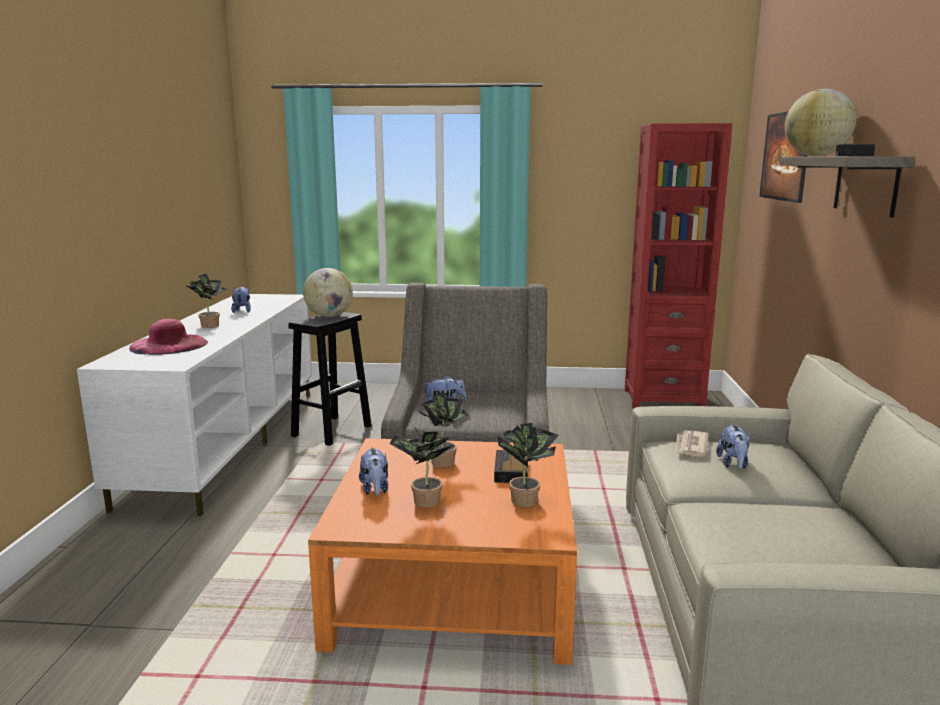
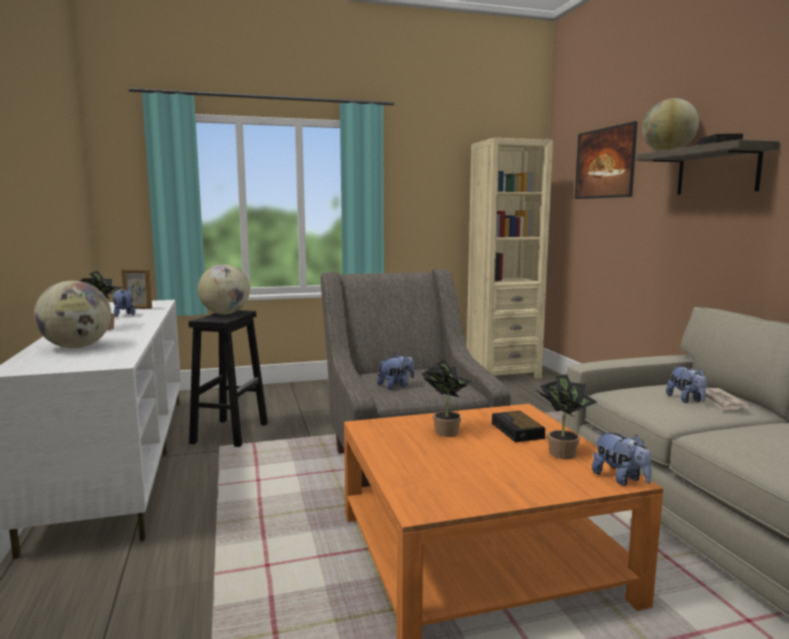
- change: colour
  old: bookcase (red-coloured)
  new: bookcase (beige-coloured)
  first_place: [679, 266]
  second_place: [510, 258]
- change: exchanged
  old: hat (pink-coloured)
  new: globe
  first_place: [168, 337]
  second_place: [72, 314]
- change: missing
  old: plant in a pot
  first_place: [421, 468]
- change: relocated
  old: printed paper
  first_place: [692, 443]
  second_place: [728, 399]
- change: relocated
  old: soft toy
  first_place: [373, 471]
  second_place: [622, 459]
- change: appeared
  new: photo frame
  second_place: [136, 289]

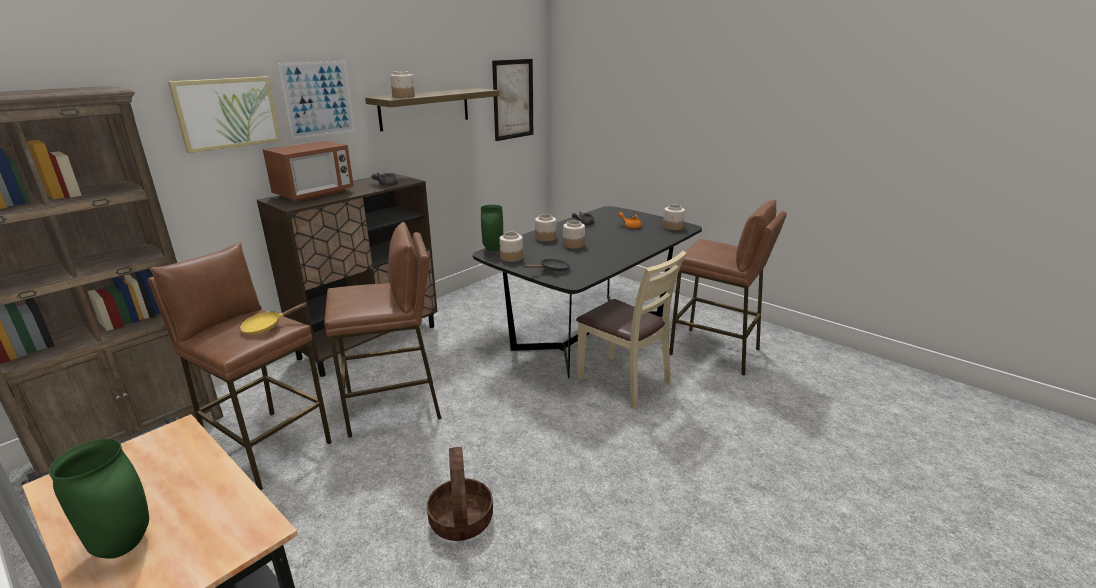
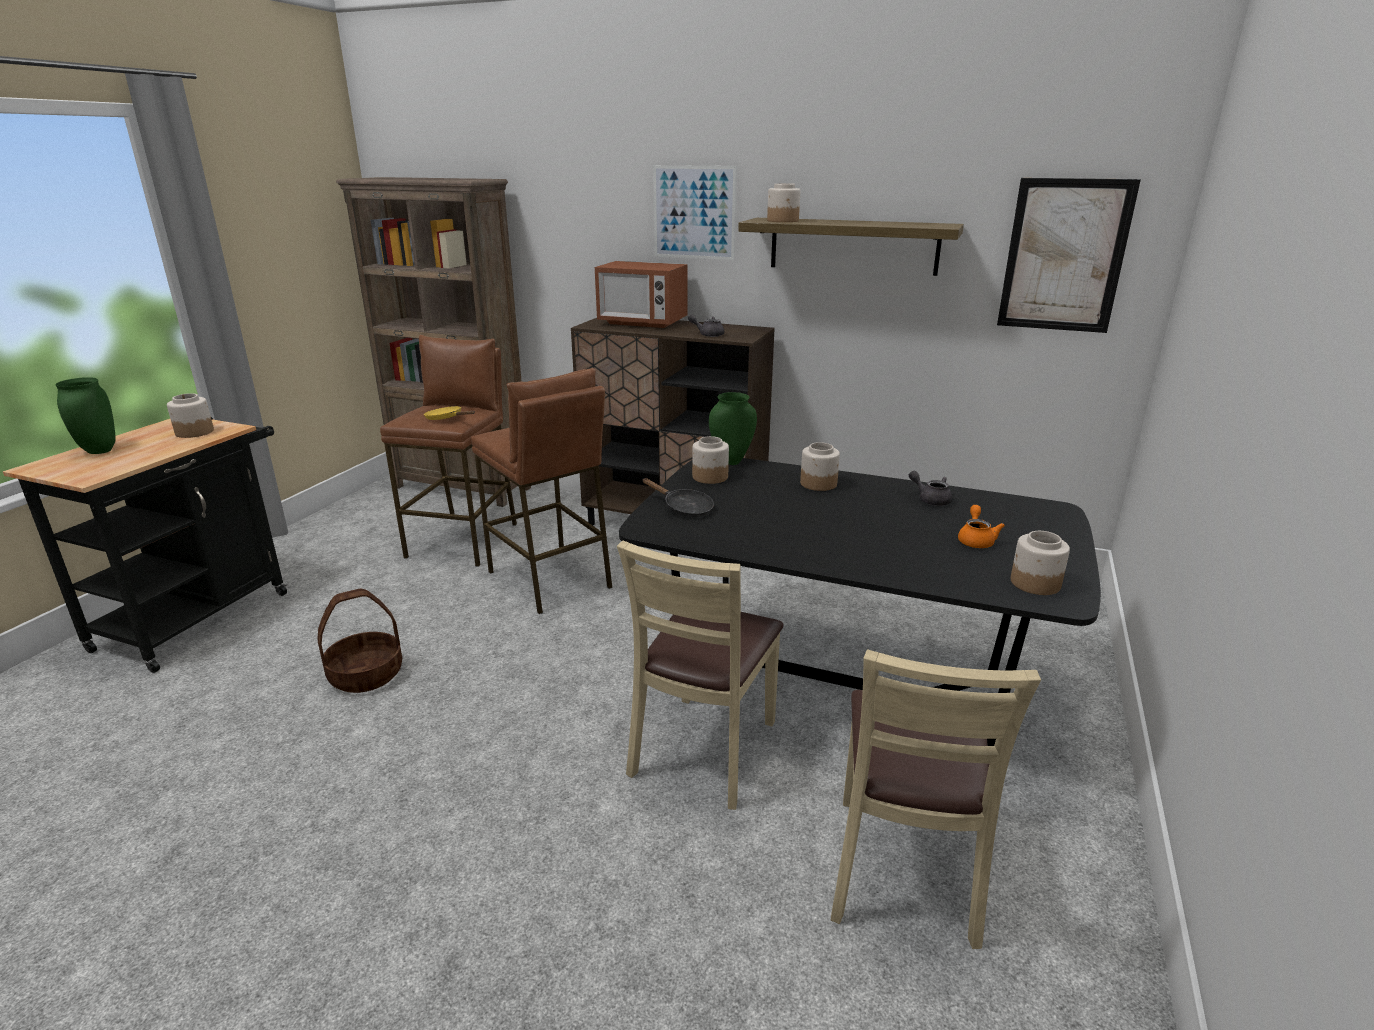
- change: missing
  old: picture
  first_place: [224, 114]
- change: exchanged
  old: stool seat (brown-coloured)
  new: chair (beige-coloured)
  first_place: [728, 287]
  second_place: [936, 799]
- change: relocated
  old: jar
  first_place: [574, 234]
  second_place: [190, 415]

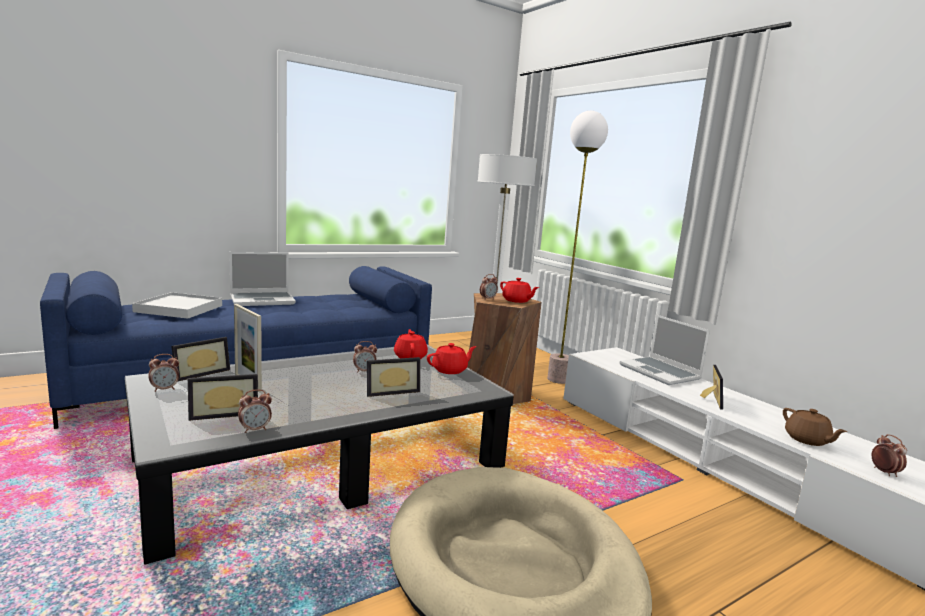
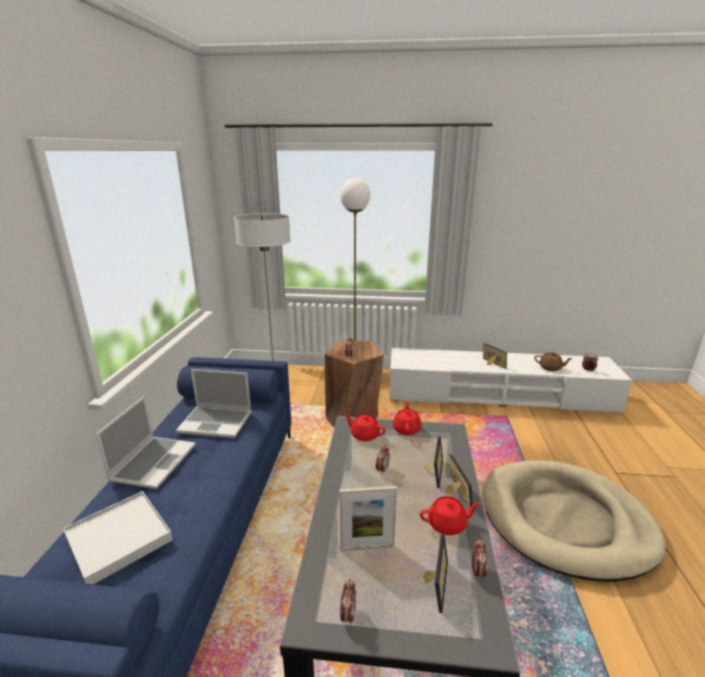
- change: relocated
  old: pot for tea (red-coloured)
  first_place: [519, 290]
  second_place: [450, 515]
- change: relocated
  old: notebook computer
  first_place: [665, 350]
  second_place: [214, 403]
- change: relocated
  old: photo frame
  first_place: [200, 359]
  second_place: [459, 481]

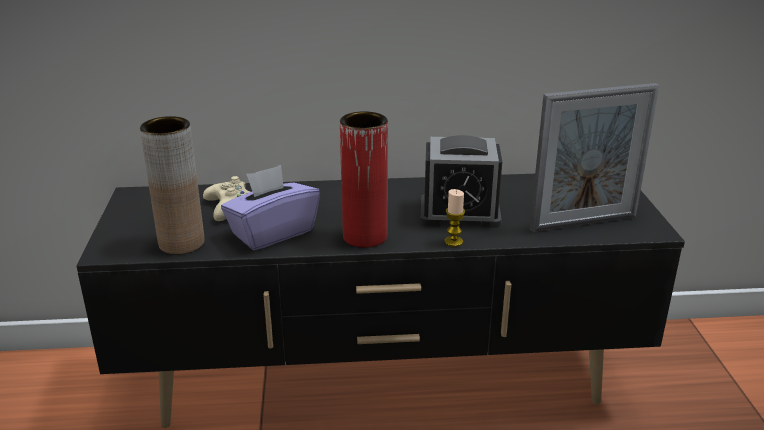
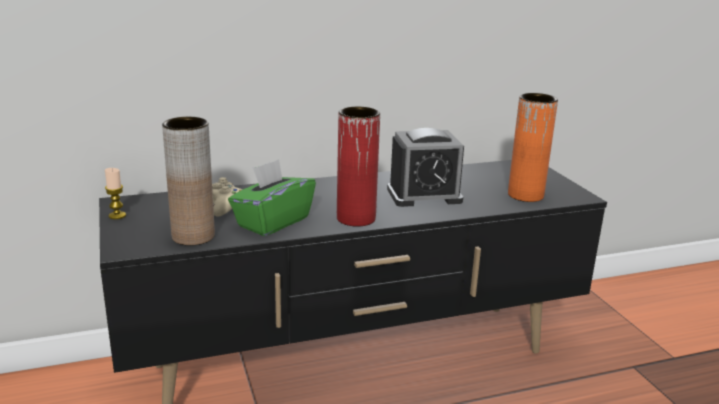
- change: exchanged
  old: photo frame
  new: vase (orange)
  first_place: [594, 157]
  second_place: [533, 147]
- change: colour
  old: tissue box (purple-coloured)
  new: tissue box (green-coloured)
  first_place: [270, 207]
  second_place: [272, 197]
- change: relocated
  old: candle
  first_place: [455, 218]
  second_place: [115, 193]

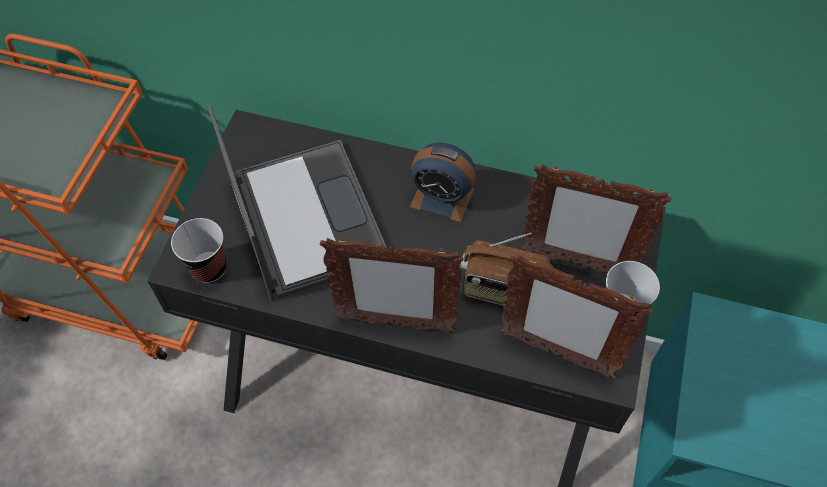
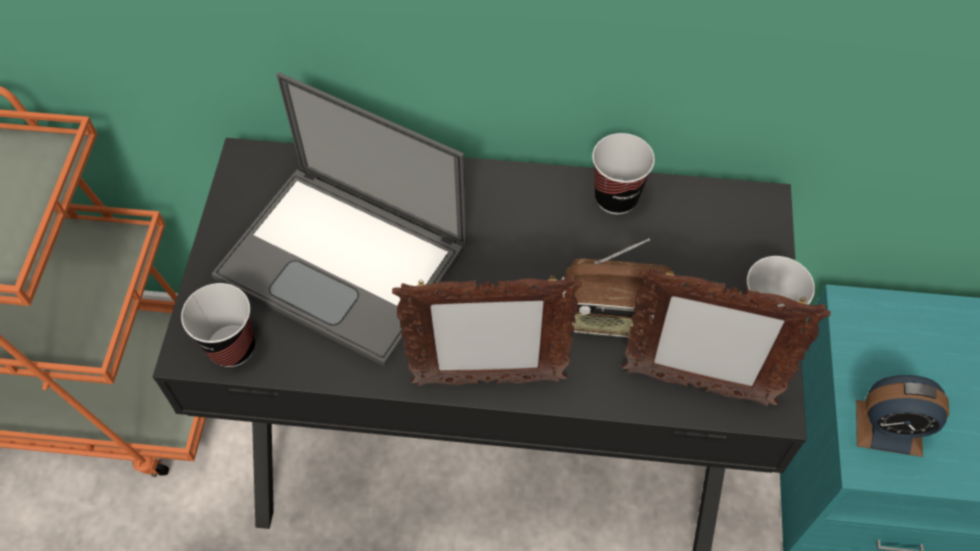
- change: spun
  old: notebook computer
  first_place: [297, 202]
  second_place: [339, 219]
  degrees: 150
- change: relocated
  old: bedside clock
  first_place: [443, 183]
  second_place: [902, 416]
- change: missing
  old: photo frame
  first_place: [596, 218]
- change: appeared
  new: small cup
  second_place: [623, 173]

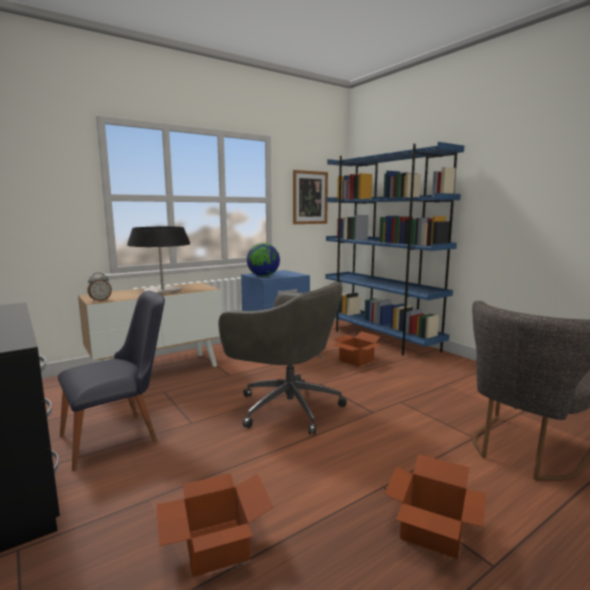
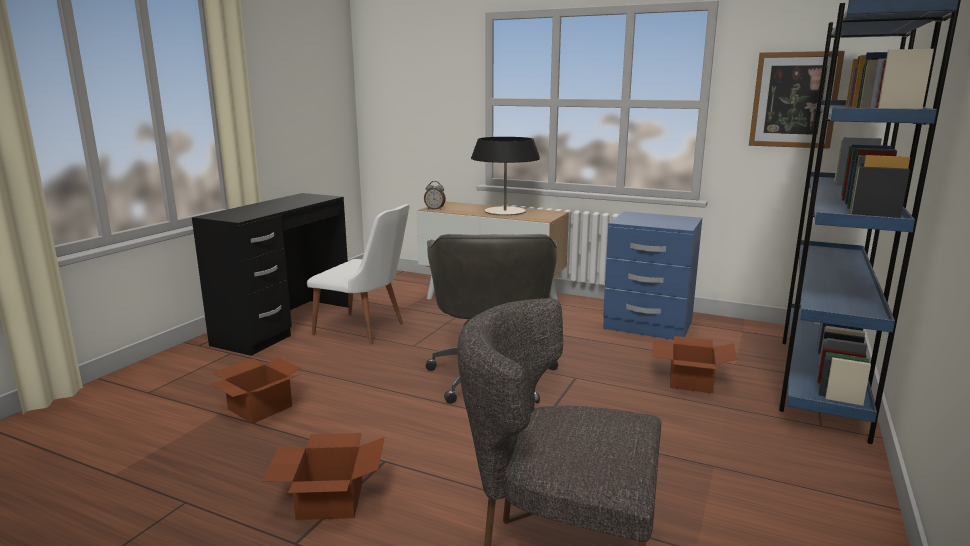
- change: missing
  old: globe
  first_place: [263, 260]
- change: colour
  old: chair (blackish)
  new: chair (white)
  first_place: [111, 381]
  second_place: [358, 274]

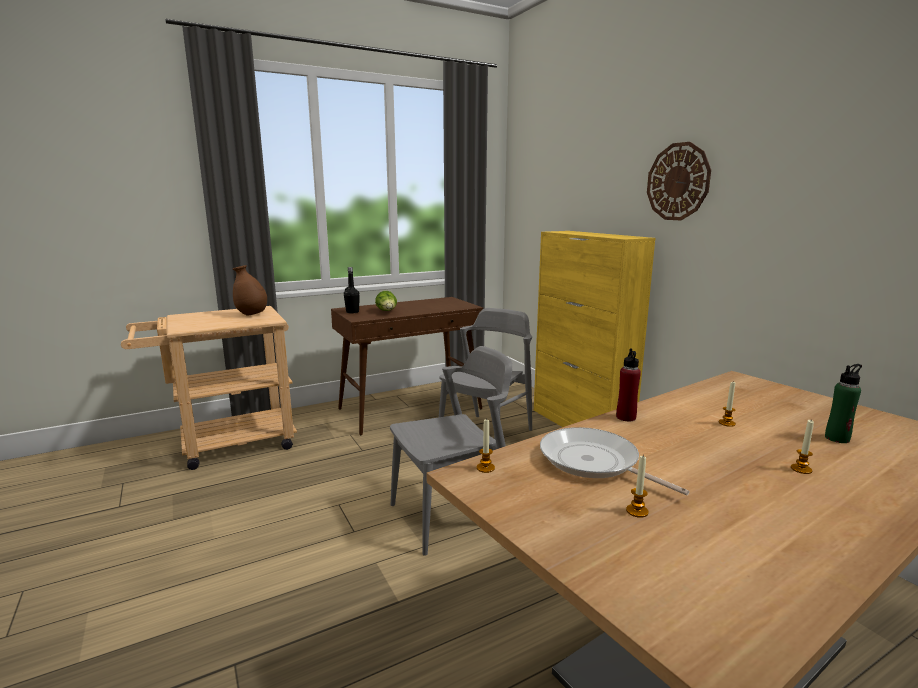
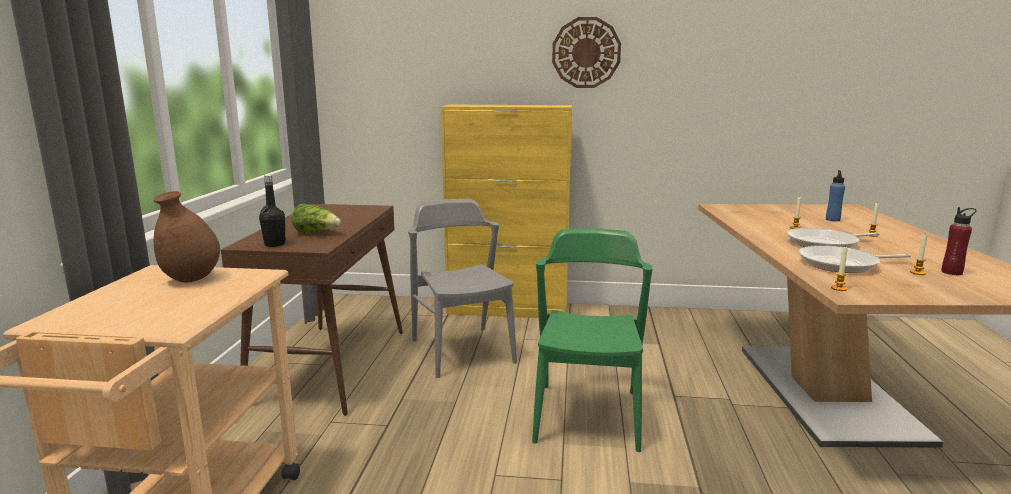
- change: colour
  old: chair (grey)
  new: chair (green-coloured)
  first_place: [451, 451]
  second_place: [592, 340]
- change: relocated
  old: bottle (red-coloured)
  first_place: [628, 384]
  second_place: [958, 241]
- change: colour
  old: bottle (green-coloured)
  new: bottle (bluish)
  first_place: [843, 403]
  second_place: [835, 195]
- change: appeared
  new: pan
  second_place: [833, 238]

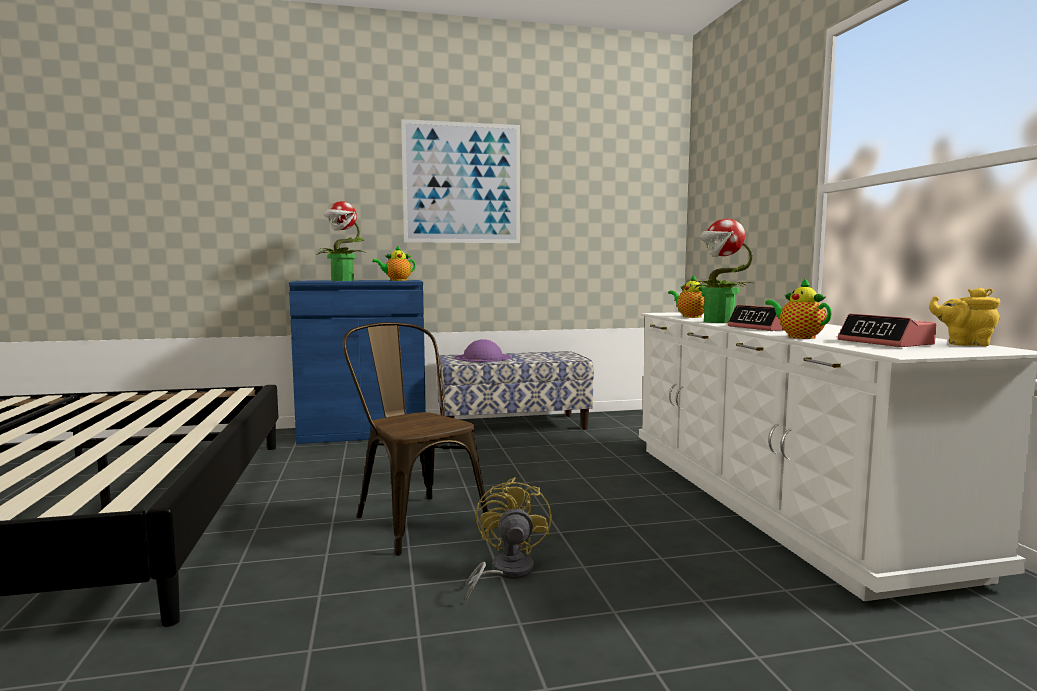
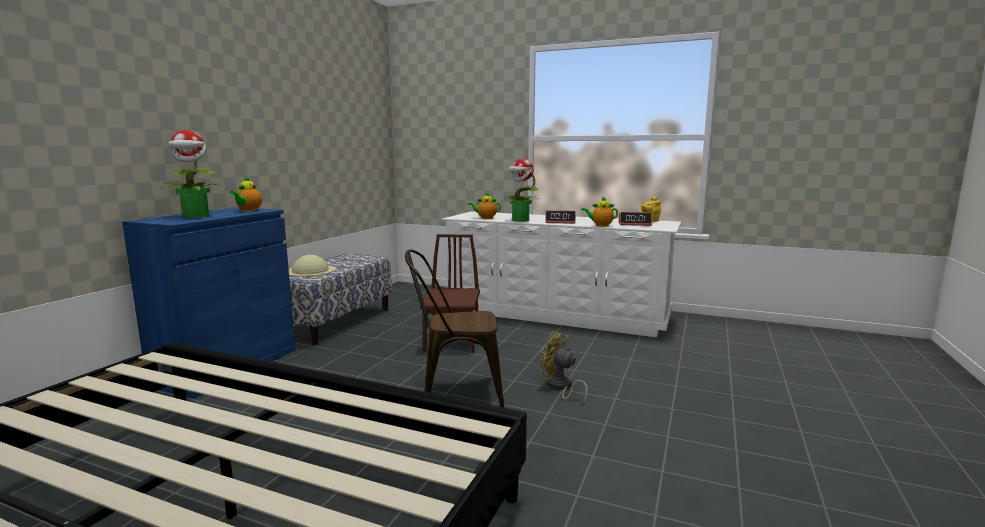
- change: missing
  old: picture
  first_place: [460, 181]
- change: colour
  old: hat (purple-coloured)
  new: hat (beige-coloured)
  first_place: [483, 350]
  second_place: [312, 266]
- change: appeared
  new: chair (brown-coloured)
  second_place: [450, 293]

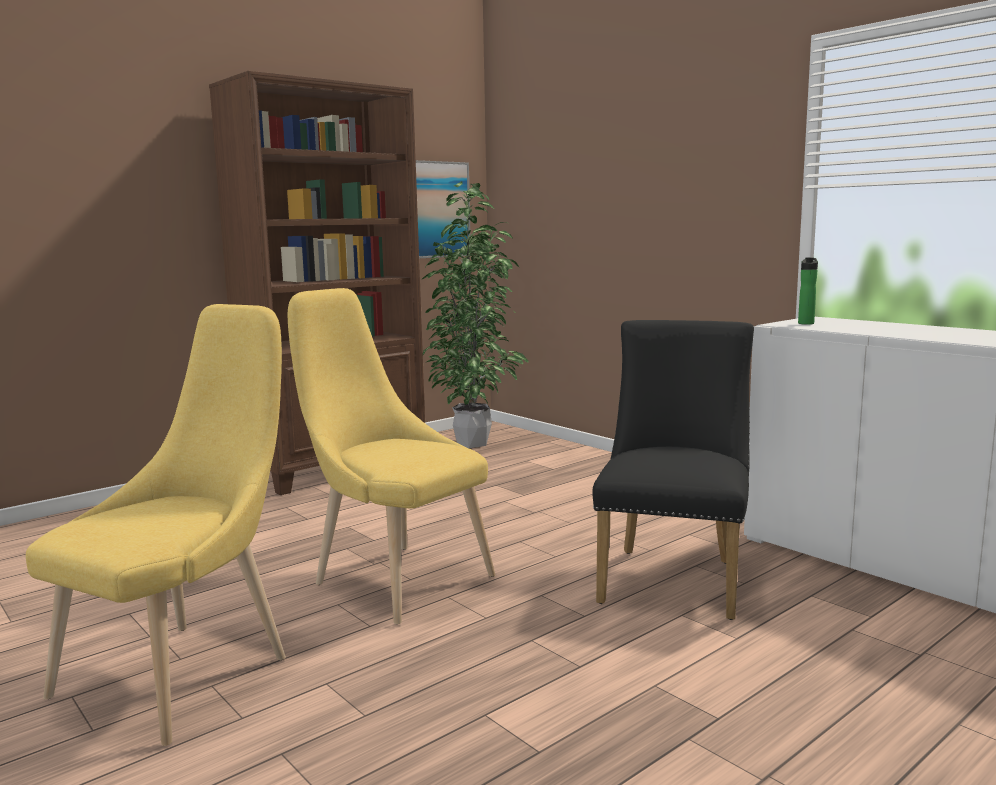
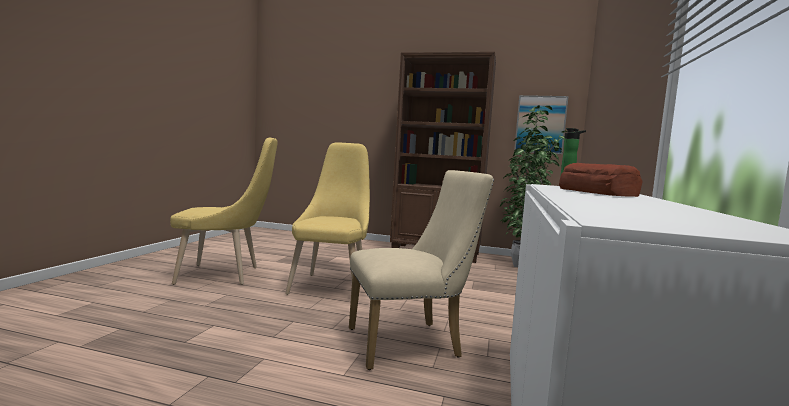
- change: colour
  old: chair (blackish)
  new: chair (beige-coloured)
  first_place: [673, 470]
  second_place: [421, 270]
- change: appeared
  new: baked bread
  second_place: [601, 180]

